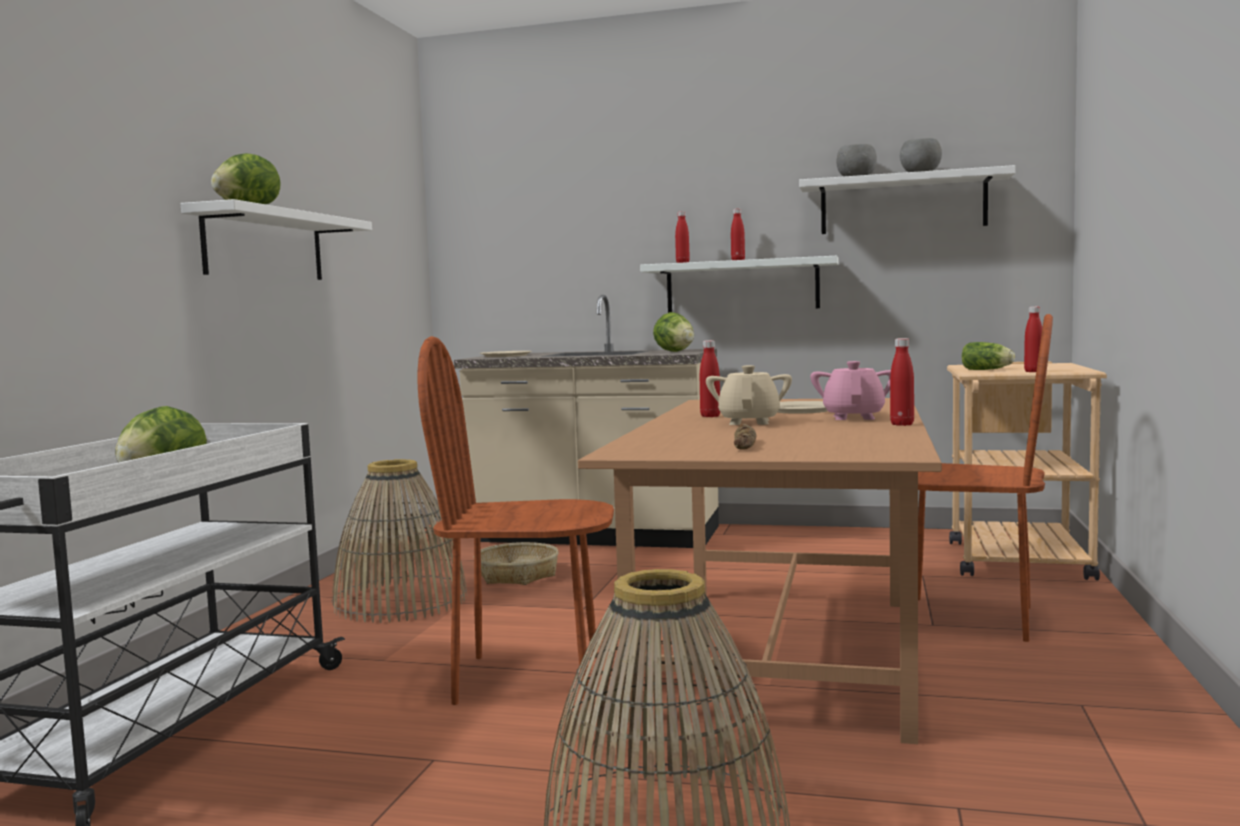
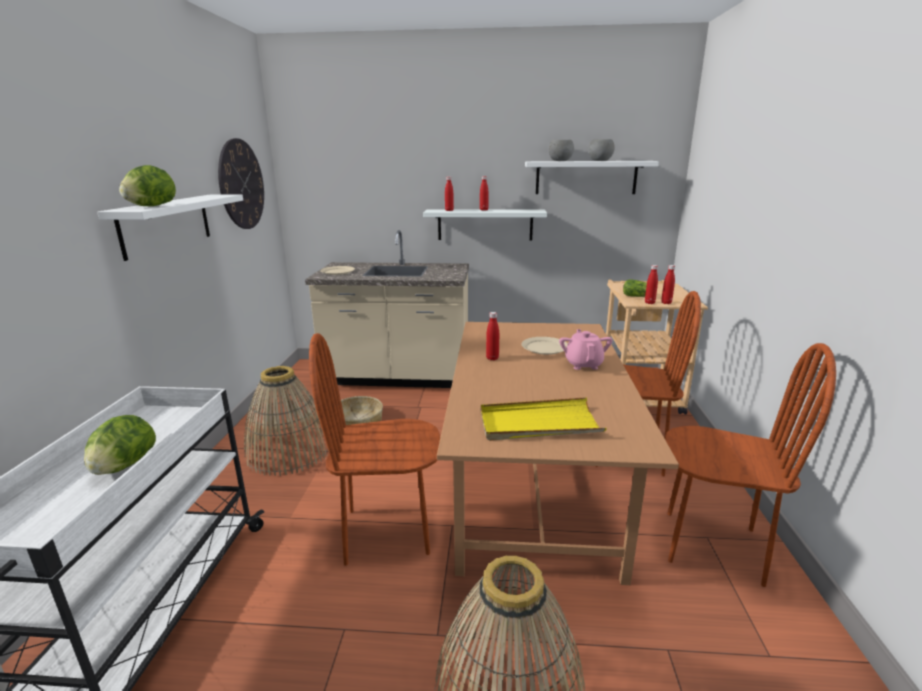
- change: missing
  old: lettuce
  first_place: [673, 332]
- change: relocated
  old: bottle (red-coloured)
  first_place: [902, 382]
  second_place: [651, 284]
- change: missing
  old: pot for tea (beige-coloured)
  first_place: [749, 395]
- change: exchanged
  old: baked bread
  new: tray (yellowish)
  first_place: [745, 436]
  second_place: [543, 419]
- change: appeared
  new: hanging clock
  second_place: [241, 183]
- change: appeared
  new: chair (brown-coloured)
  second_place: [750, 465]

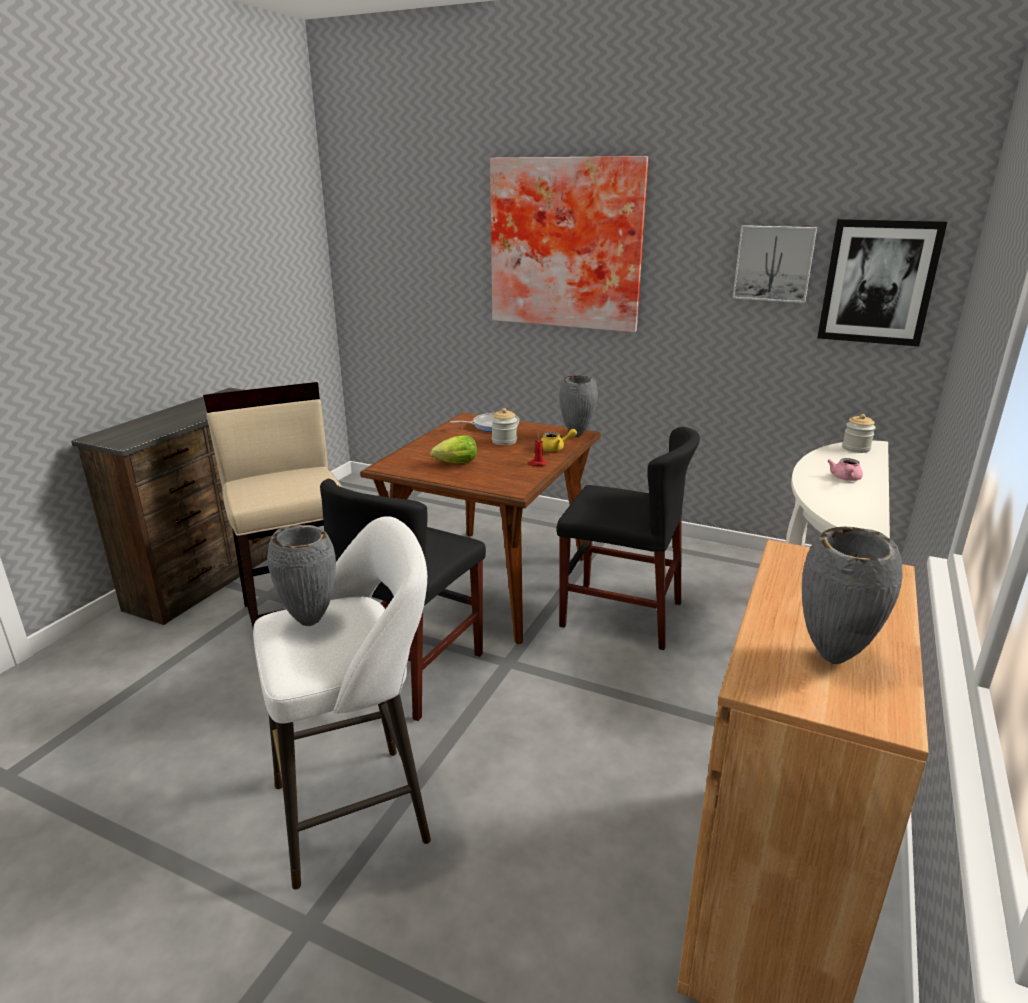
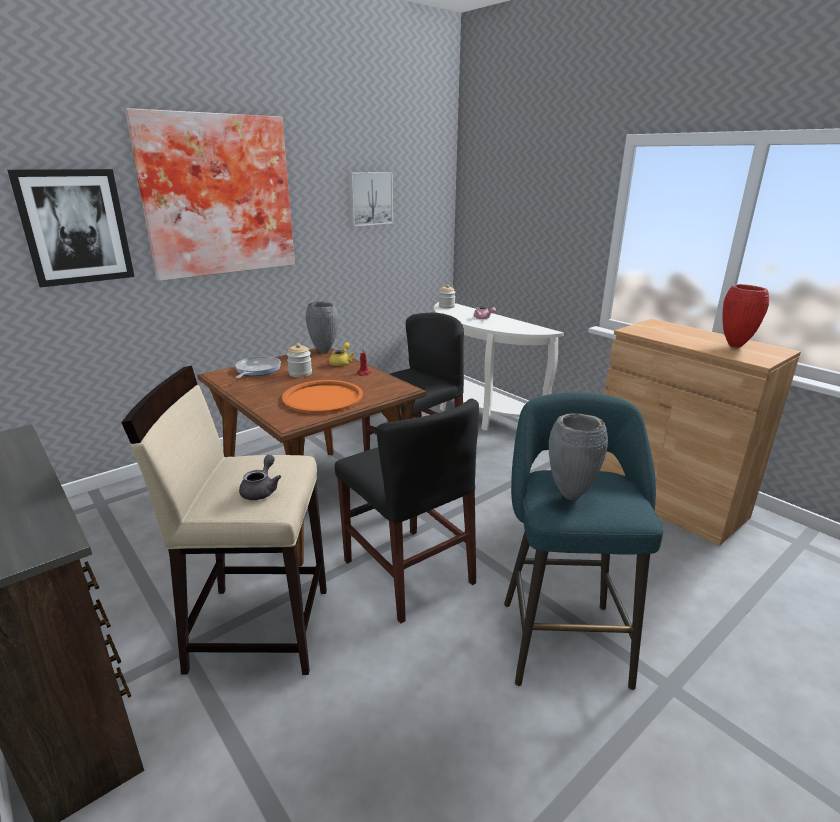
- change: relocated
  old: picture
  first_place: [882, 282]
  second_place: [71, 228]
- change: exchanged
  old: lettuce
  new: tray (orange)
  first_place: [453, 449]
  second_place: [322, 396]
- change: colour
  old: stool seat (white)
  new: stool seat (blue-green)
  first_place: [342, 702]
  second_place: [583, 541]
- change: colour
  old: vase (grey)
  new: vase (red-coloured)
  first_place: [852, 595]
  second_place: [745, 316]
- change: appeared
  new: pot for tea (grey)
  second_place: [260, 477]

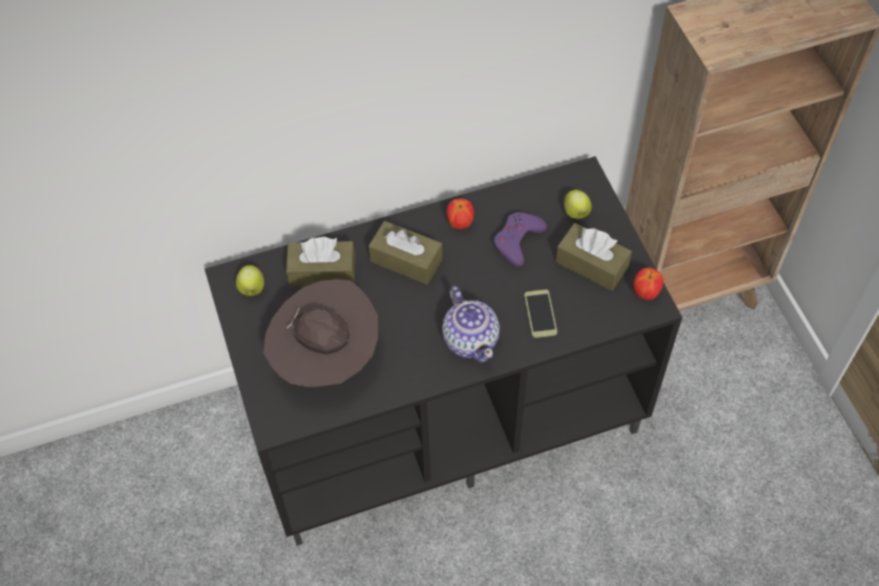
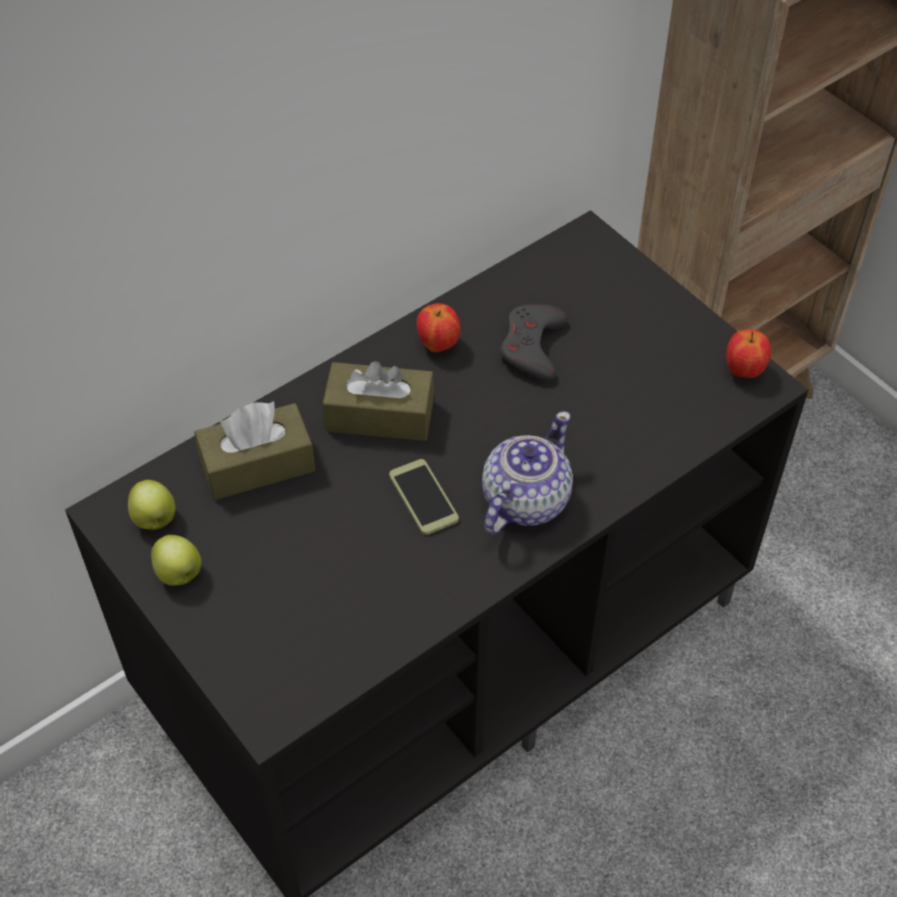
- change: relocated
  old: apple fruit
  first_place: [578, 204]
  second_place: [176, 560]
- change: colour
  old: joypad (purple-coloured)
  new: joypad (grey)
  first_place: [520, 239]
  second_place: [534, 343]
- change: missing
  old: tissue box (brown-coloured)
  first_place: [594, 257]
- change: missing
  old: hat (brown-coloured)
  first_place: [320, 332]
- change: spun
  old: pot for tea
  first_place: [471, 324]
  second_place: [527, 473]
  degrees: -105
- change: relocated
  old: handset
  first_place: [540, 313]
  second_place: [424, 497]

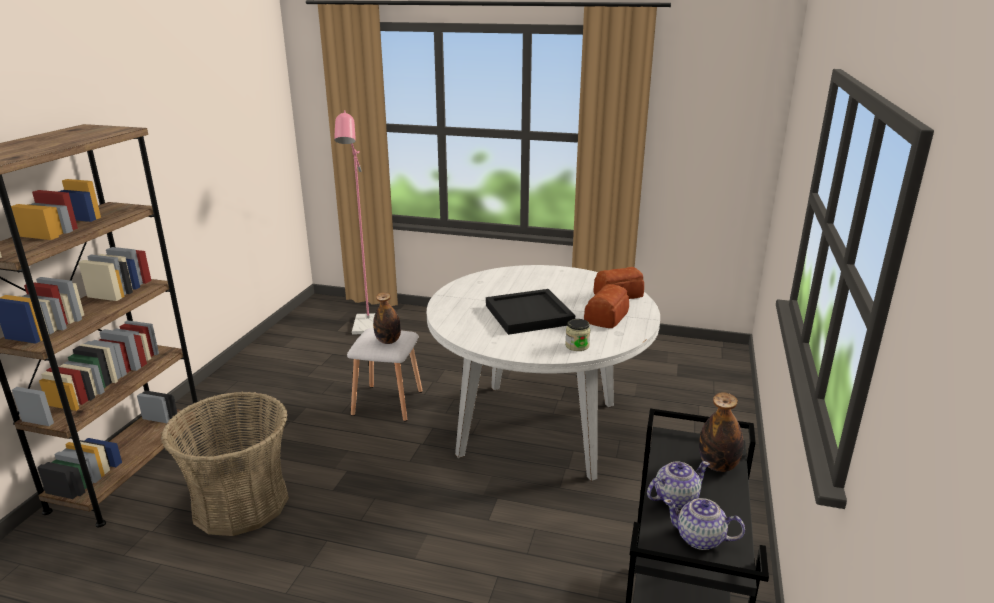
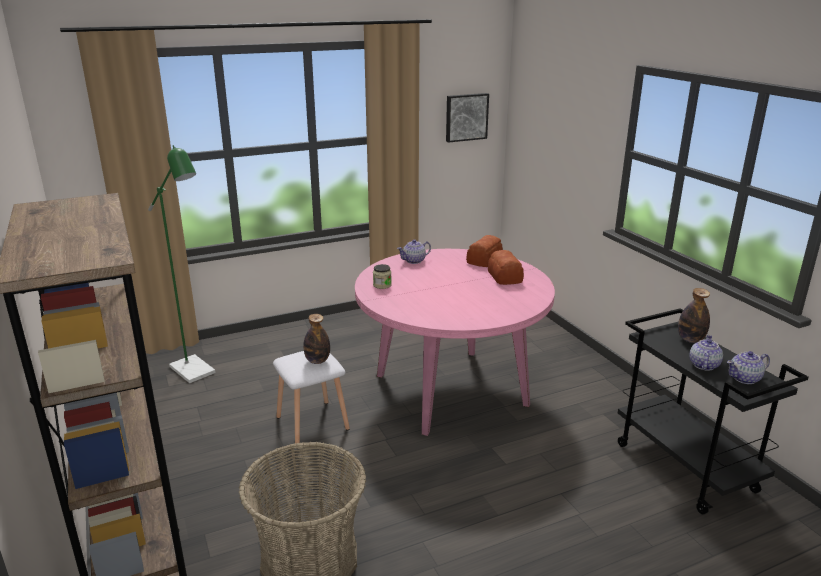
- change: colour
  old: floor lamp (pink-coloured)
  new: floor lamp (green-coloured)
  first_place: [354, 222]
  second_place: [182, 264]
- change: colour
  old: dining table (white)
  new: dining table (pink-coloured)
  first_place: [543, 373]
  second_place: [455, 342]
- change: missing
  old: tray (blackish)
  first_place: [530, 312]
- change: relocated
  old: jar
  first_place: [577, 335]
  second_place: [382, 276]
- change: appeared
  new: picture
  second_place: [467, 118]
- change: appeared
  new: pot for tea
  second_place: [414, 252]

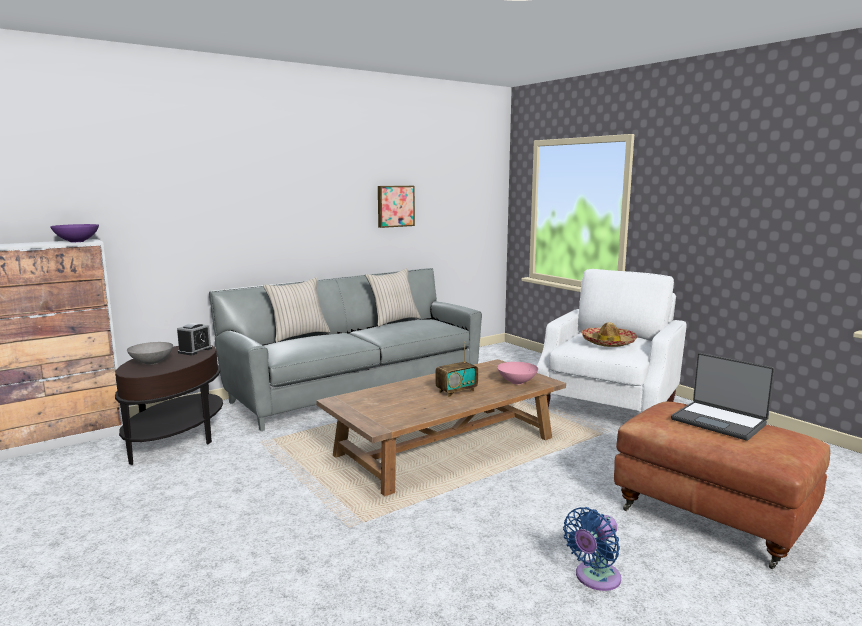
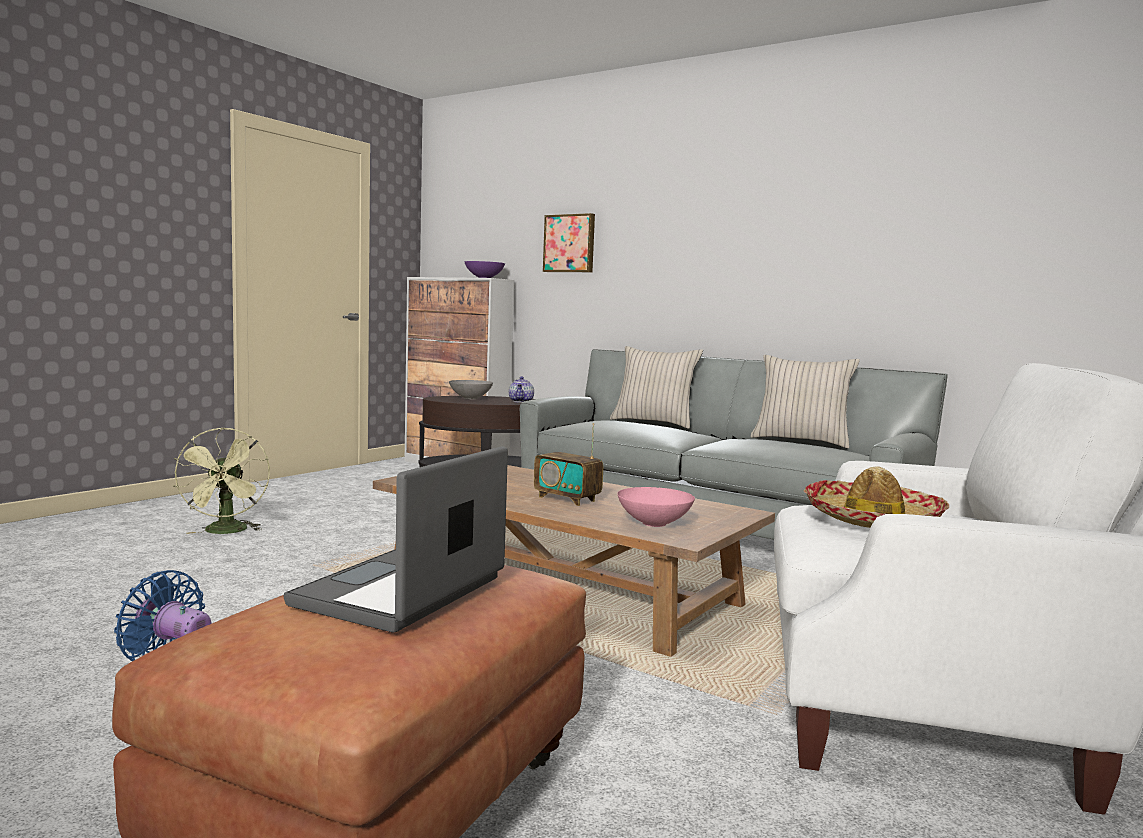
- change: relocated
  old: picture
  first_place: [396, 207]
  second_place: [569, 242]
- change: exchanged
  old: bedside clock
  new: pot for tea
  first_place: [194, 339]
  second_place: [521, 389]
- change: appeared
  new: fan (green-coloured)
  second_place: [221, 480]

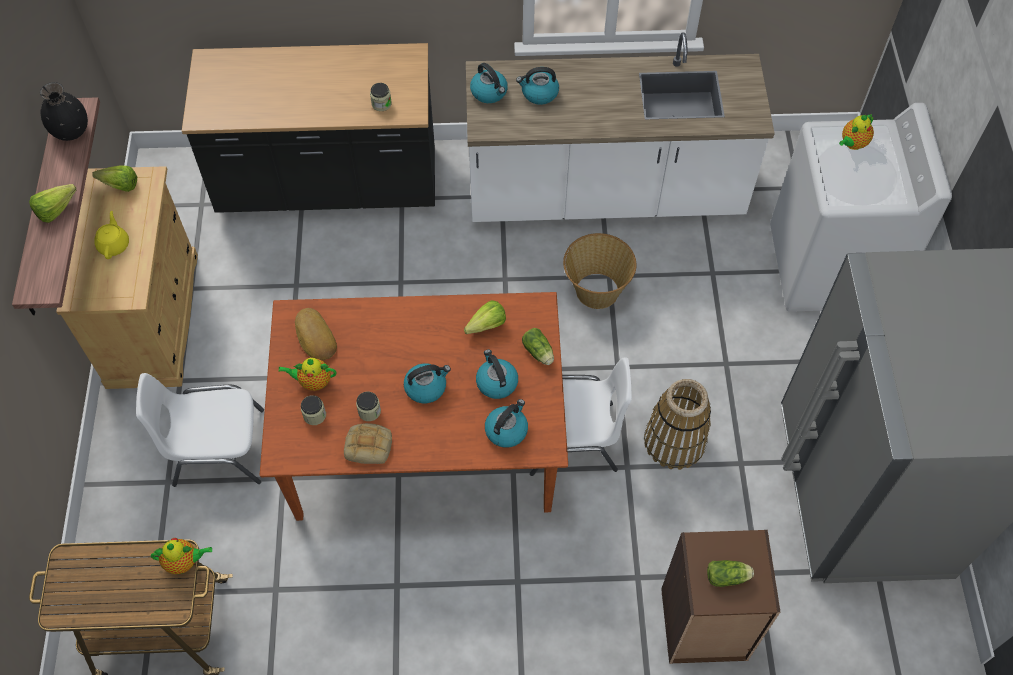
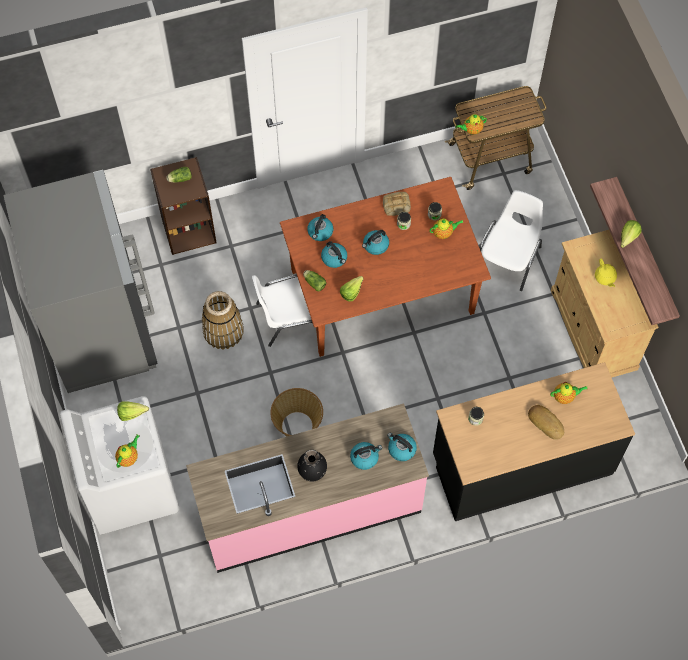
- change: colour
  old: counter (white)
  new: counter (pink-coloured)
  first_place: [620, 127]
  second_place: [307, 488]
- change: relocated
  old: vase (blackish)
  first_place: [64, 111]
  second_place: [312, 466]
- change: relocated
  old: lettuce
  first_place: [114, 179]
  second_place: [133, 411]
- change: relocated
  old: baked bread
  first_place: [316, 334]
  second_place: [546, 422]
- change: spun
  old: chair (white)
  first_place: [200, 430]
  second_place: [511, 240]
  degrees: -45
- change: appeared
  new: pot for tea
  second_place: [569, 393]

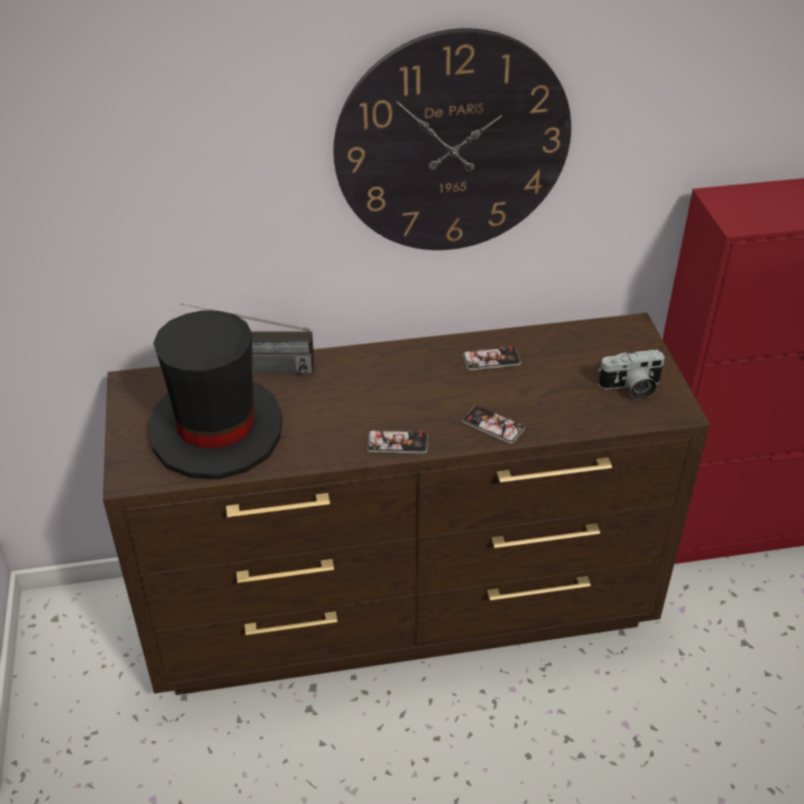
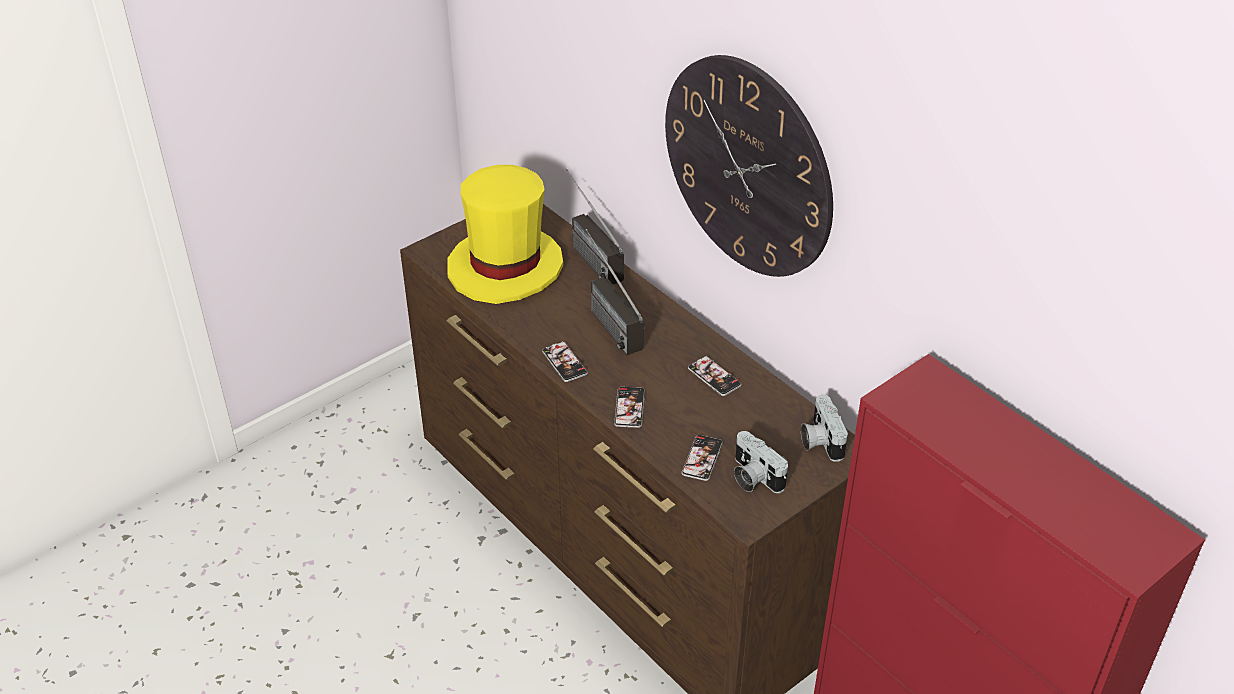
- change: colour
  old: hat (blackish)
  new: hat (yellowish)
  first_place: [215, 394]
  second_place: [505, 234]
- change: appeared
  new: radio receiver
  second_place: [615, 292]
- change: appeared
  new: still camera
  second_place: [824, 428]
- change: appeared
  new: handset
  second_place: [702, 458]

